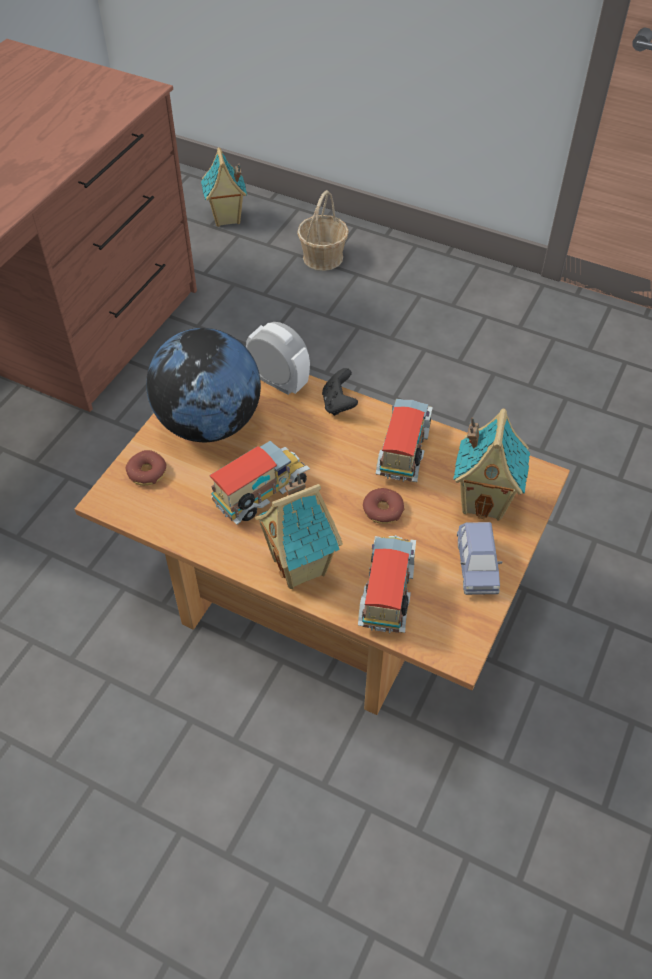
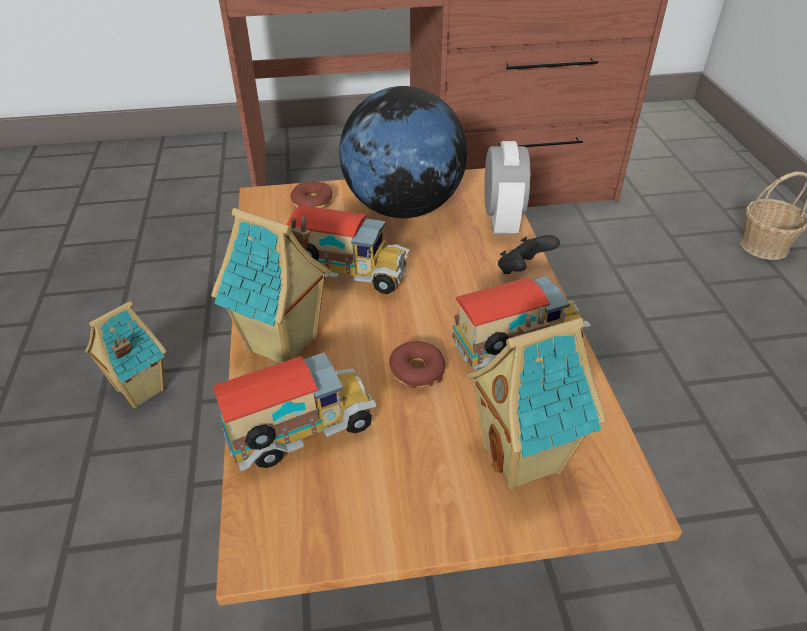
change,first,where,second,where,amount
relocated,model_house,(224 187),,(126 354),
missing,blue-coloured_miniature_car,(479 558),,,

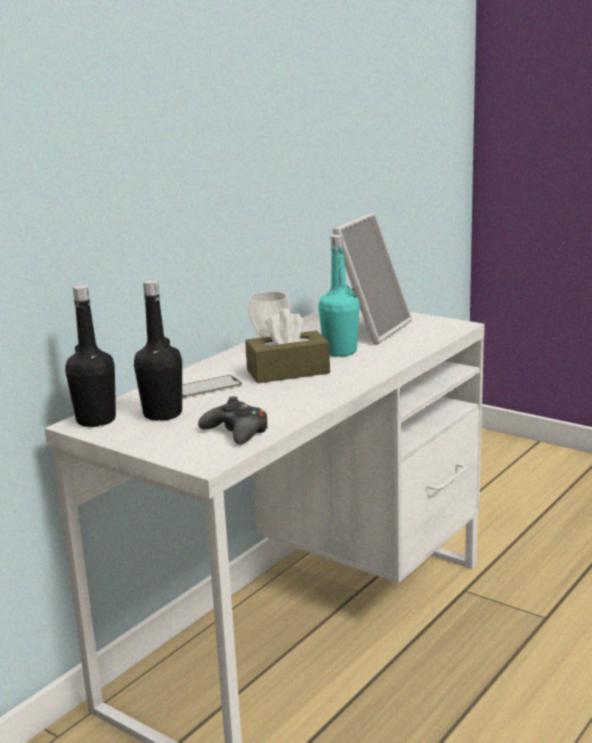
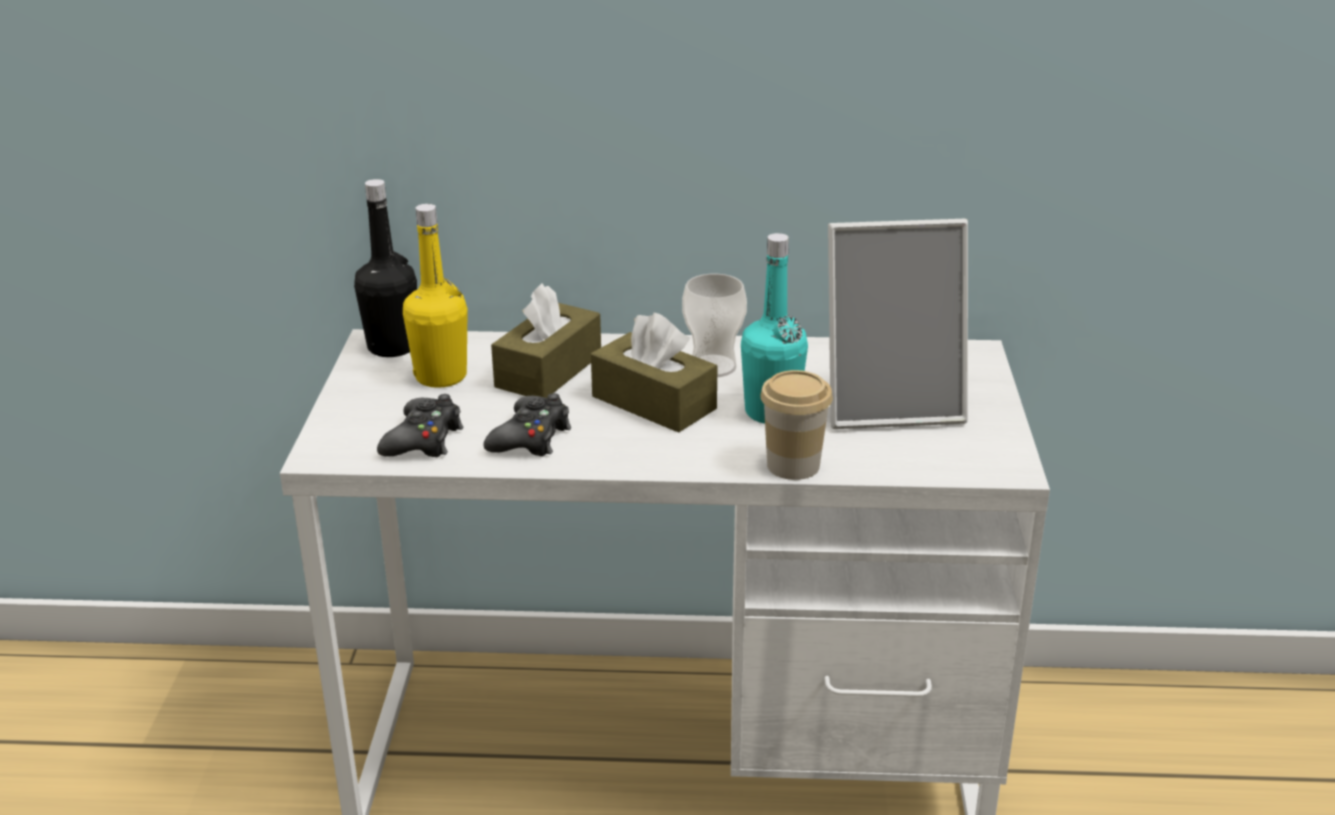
change,first,where,second,where,amount
colour,black-coloured_beverage_bottle,(158 350),yellowish_beverage_bottle,(435 296),
appeared,,,black-coloured_joypad,(527 424),
exchanged,telephone,(212 386),brownish_box_of_tissues,(546 340),
appeared,,,cup,(796 425),

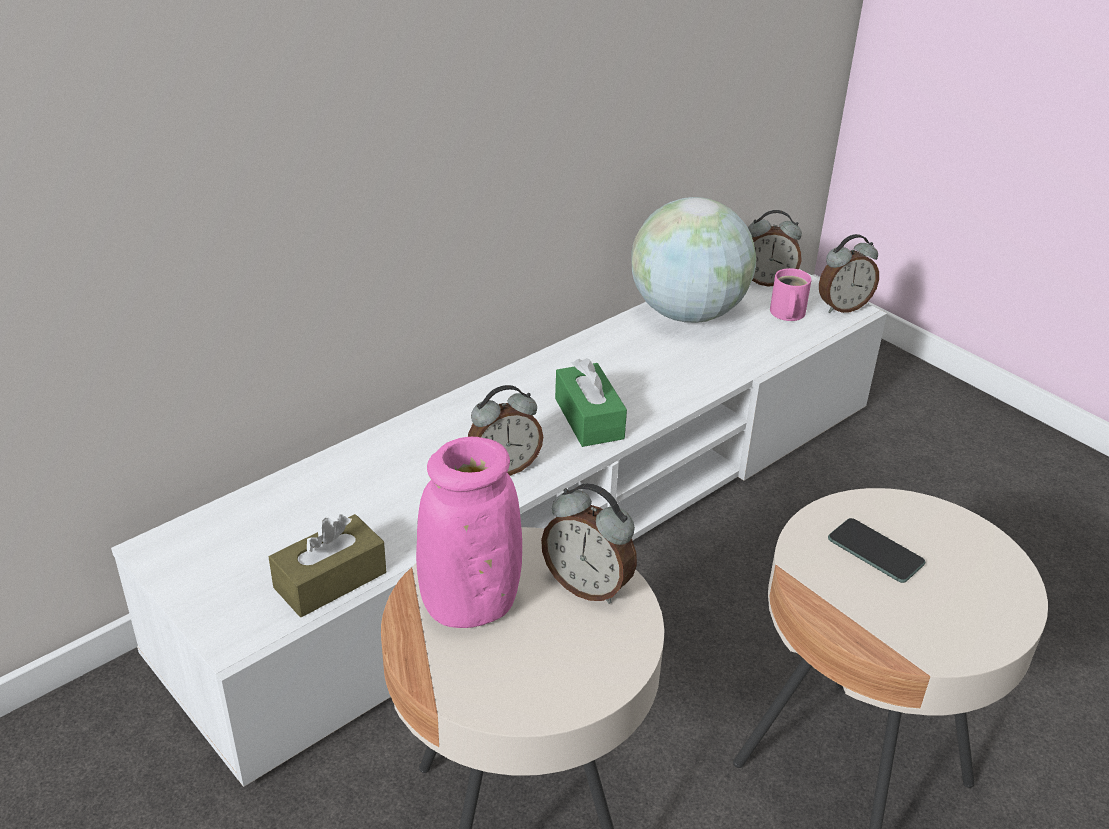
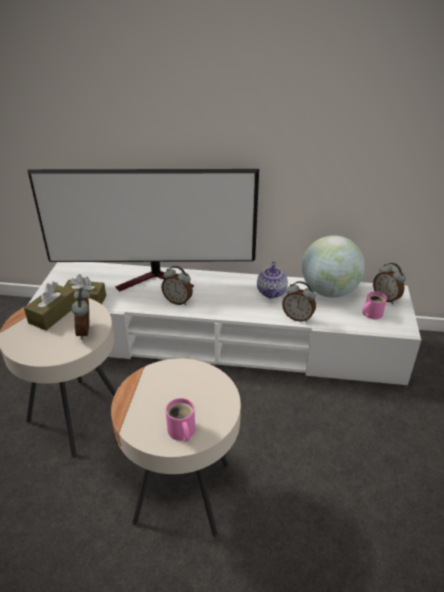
change,first,where,second,where,amount
exchanged,pinkish_flower_vase,(469 532),brownish_box_of_tissues,(50 306),
appeared,,,TV_set,(143 230),
appeared,,,pinkish_coffee_mug,(180 420),
appeared,,,pot_for_tea,(272 280),
relocated,table_clock,(849 273),,(299 301),
missing,green-coloured_box_of_tissues,(591 402),,,
missing,telephone,(876 550),,,

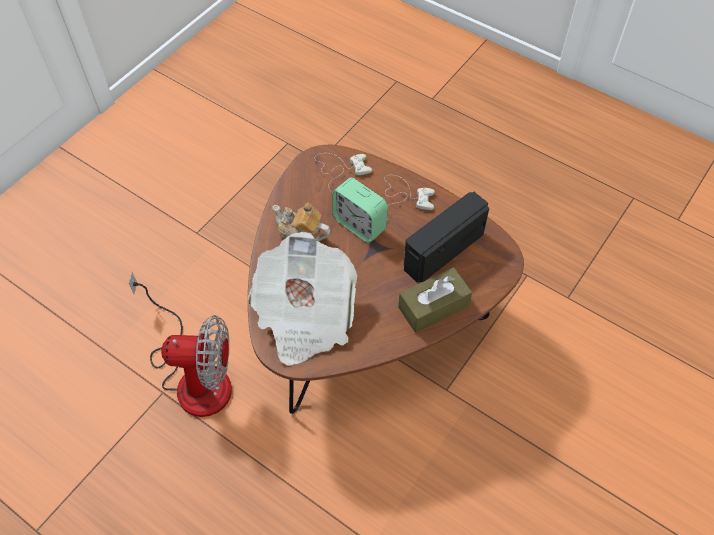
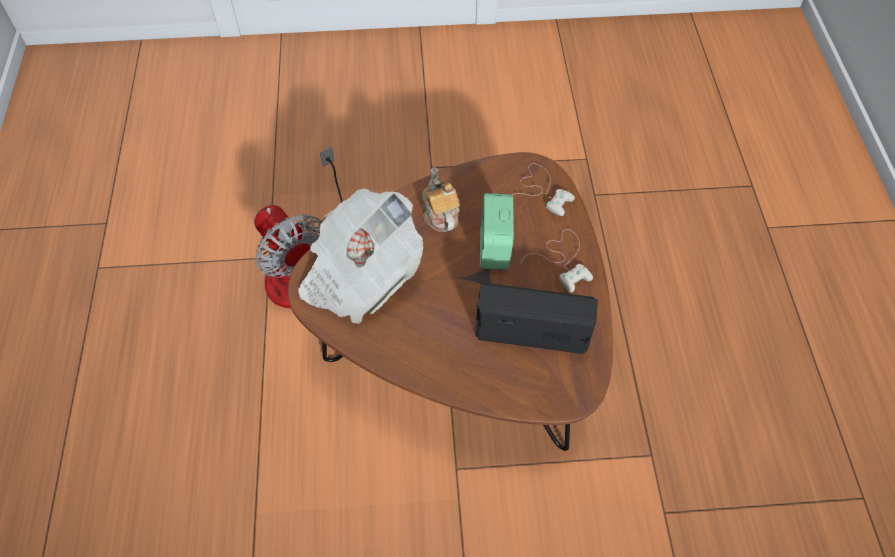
change,first,where,second,where,amount
missing,brownish_box_of_tissues,(435 300),,,

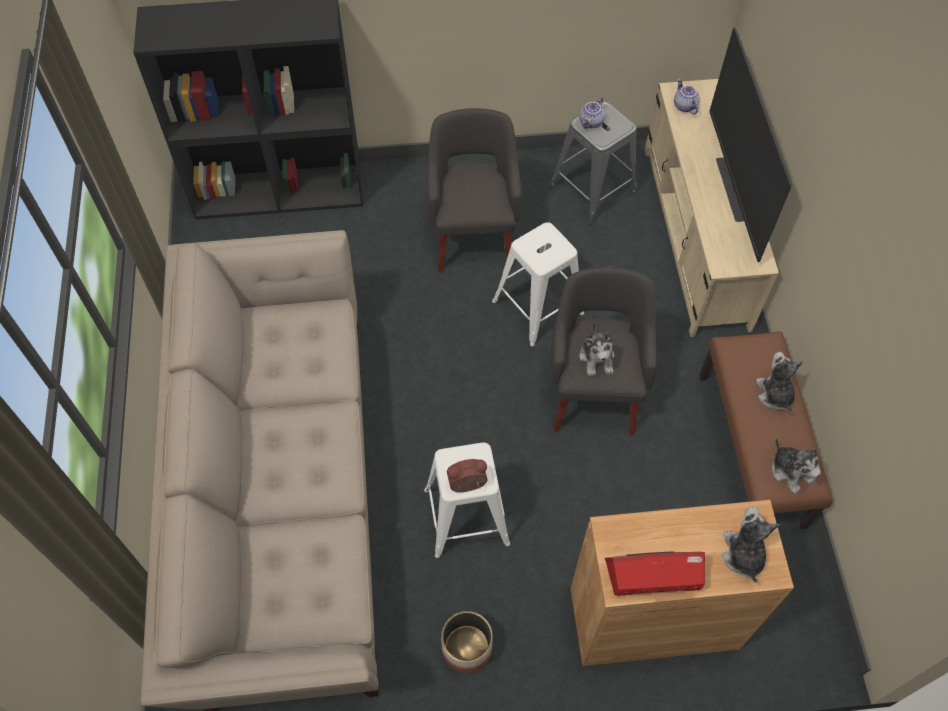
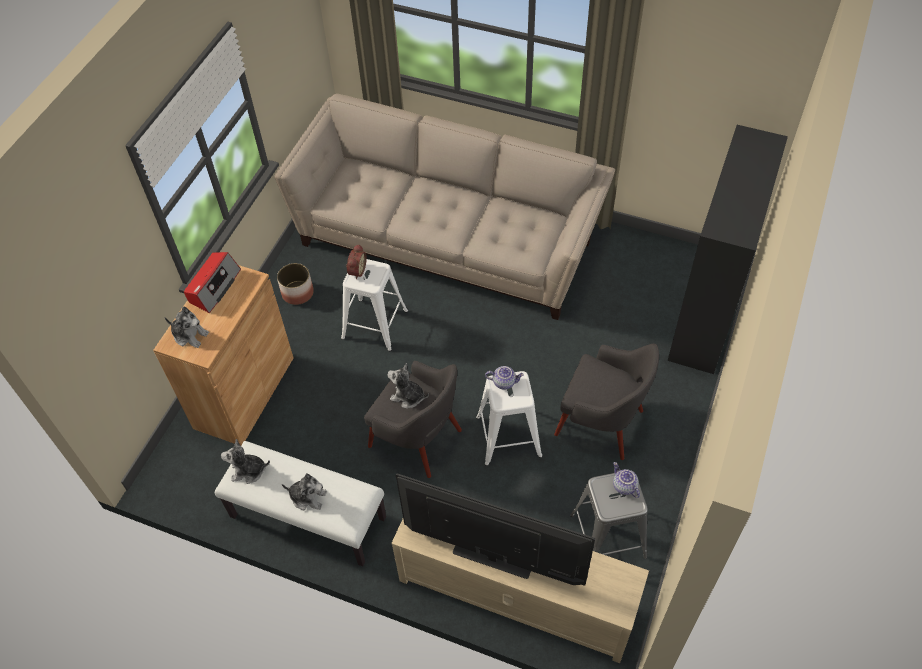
change,first,where,second,where,amount
colour,brownish_long_seat,(766 430),whitish_long_seat,(300 503),
relocated,pot_for_tea,(687 96),,(504 378),

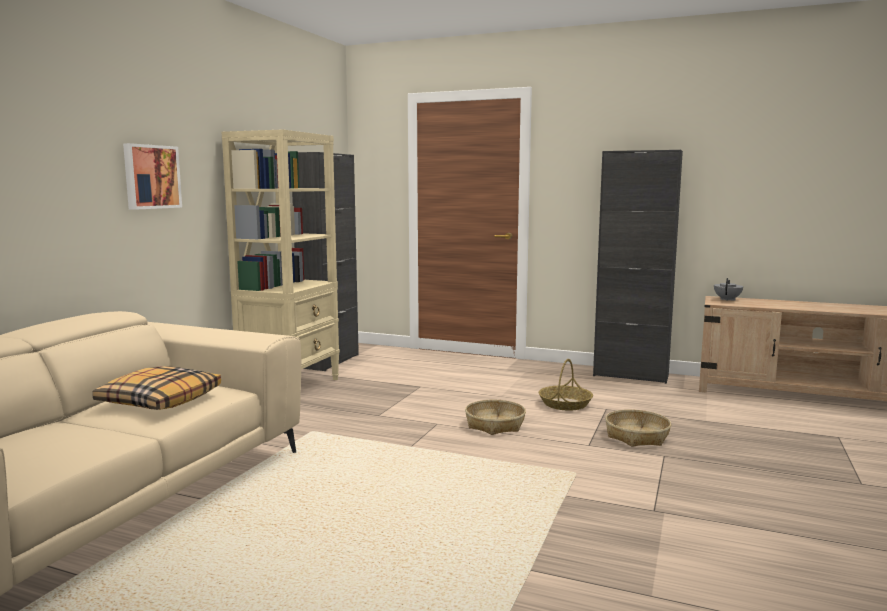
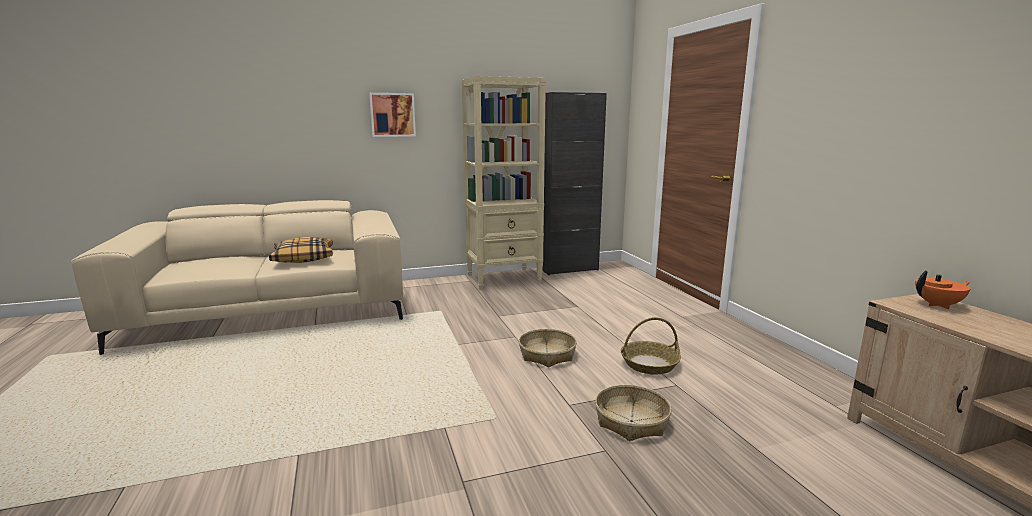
change,first,where,second,where,amount
colour,grey_pot_for_tea,(728 289),orangey_pot_for_tea,(943 290),
missing,black-coloured_cabinet,(638 267),,,

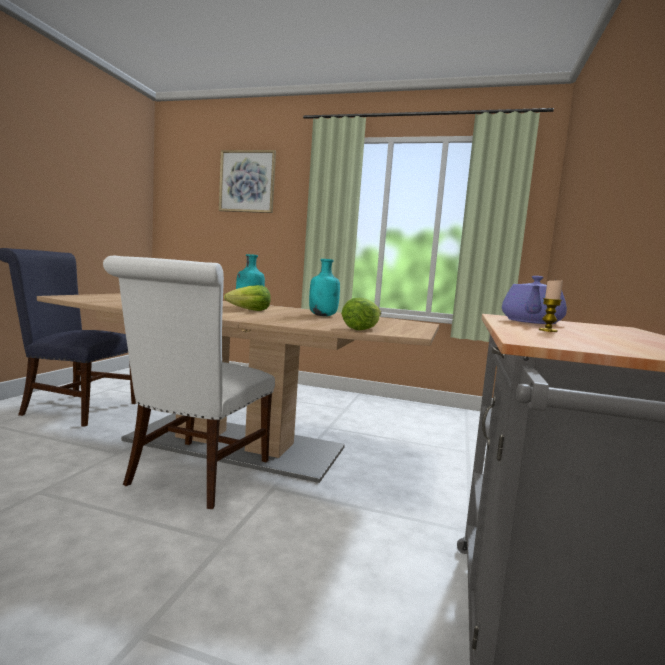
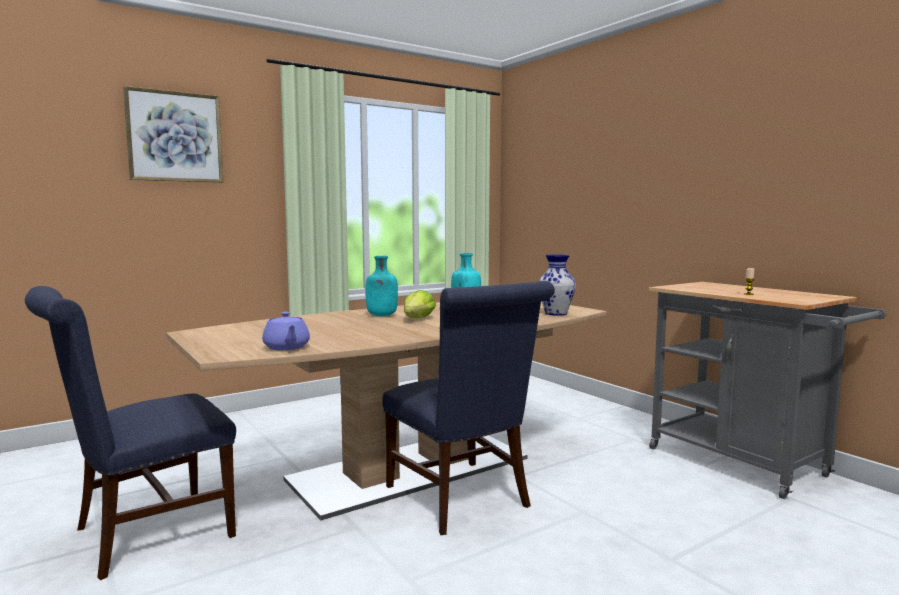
change,first,where,second,where,amount
relocated,purple_pot_for_tea,(534 300),,(286 331),
colour,whitish_chair,(189 382),blue-coloured_chair,(468 408),
exchanged,head_of_lettuce,(361 314),flower_vase,(557 285),

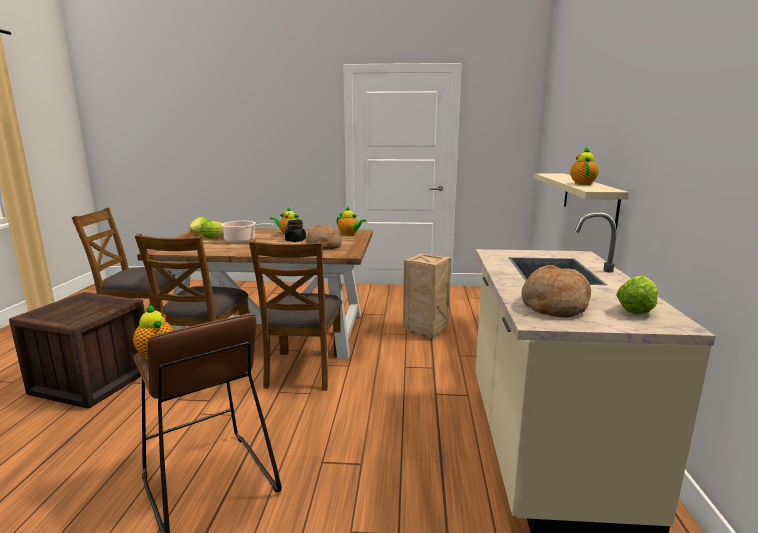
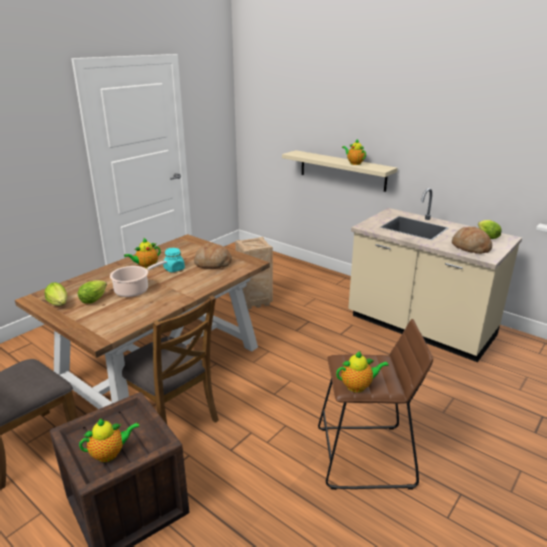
change,first,where,second,where,amount
relocated,pot_for_tea,(351 221),,(109 440),
colour,black-coloured_storage_jar,(295 231),blue-green_storage_jar,(174 260),
missing,brownish_chair,(295 315),,,

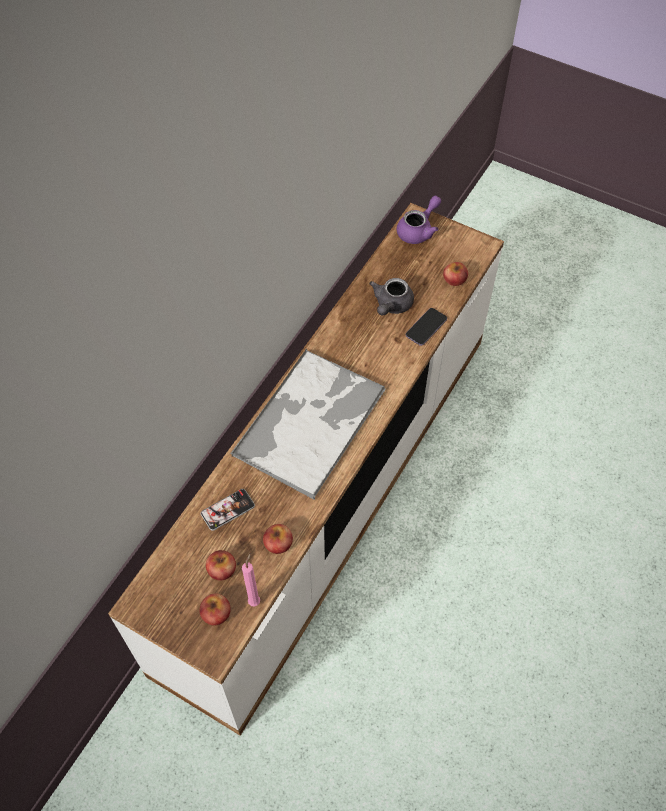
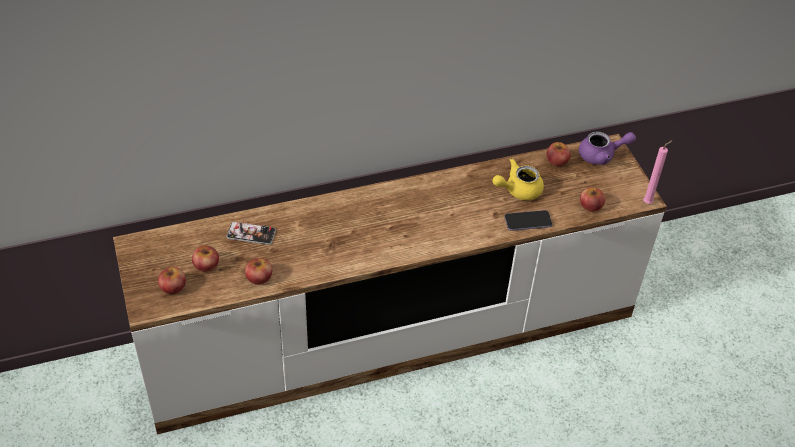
change,first,where,second,where,amount
colour,grey_pot_for_tea,(391 297),yellowish_pot_for_tea,(518 179),
appeared,,,apple,(558 154),
relocated,pinkish_wax_light,(251 580),,(658 172),
missing,serving_tray,(308 424),,,

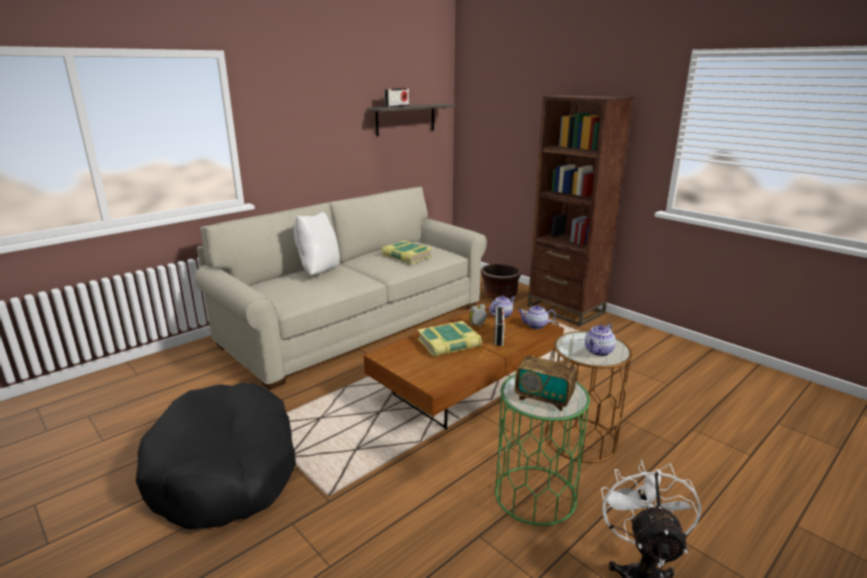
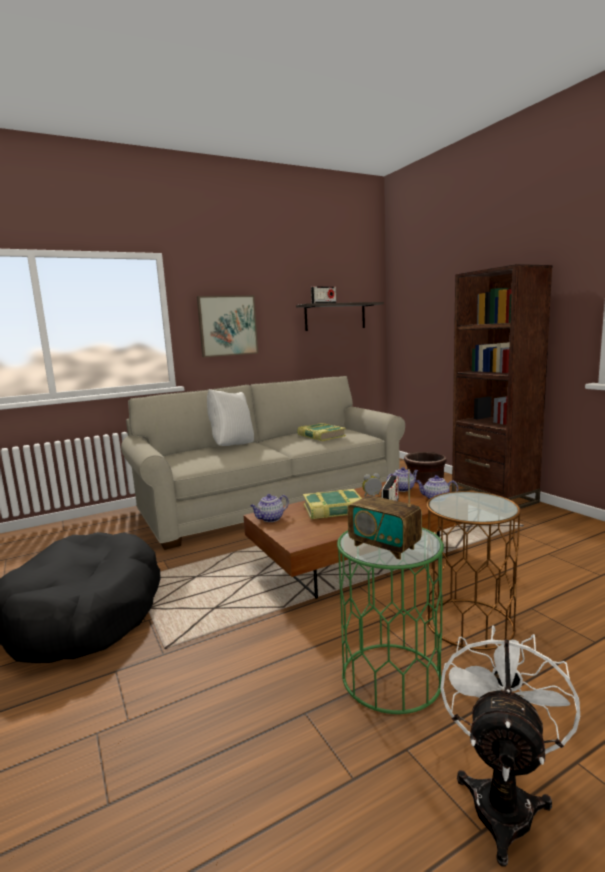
change,first,where,second,where,amount
appeared,,,wall_picture,(227 326),
relocated,pot_for_tea,(600 340),,(269 508),

